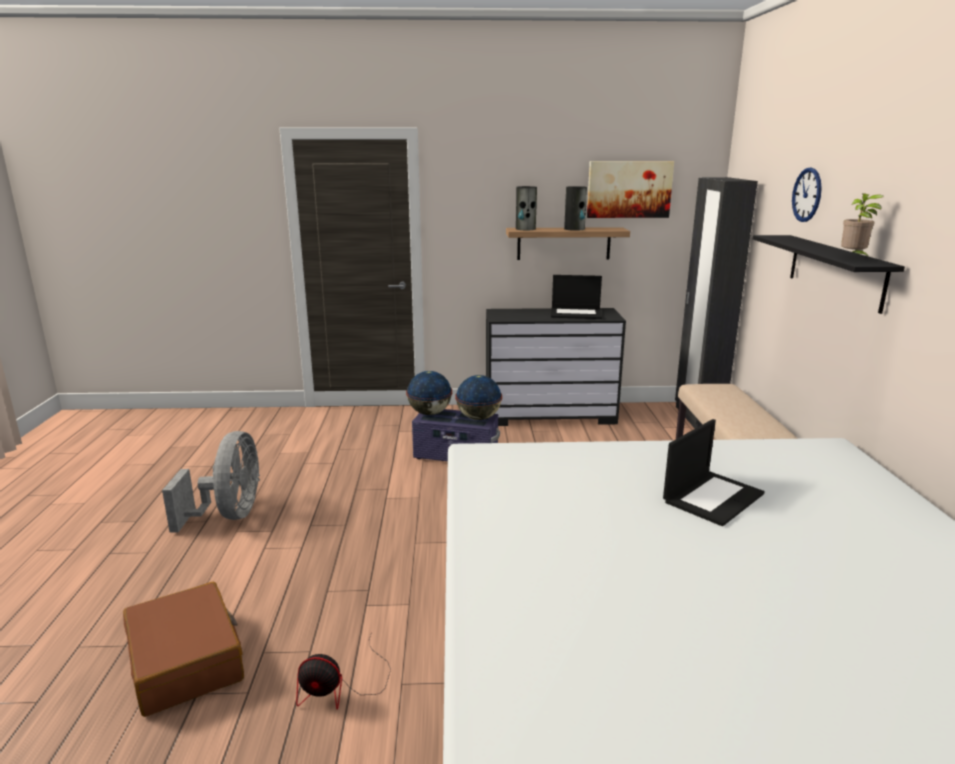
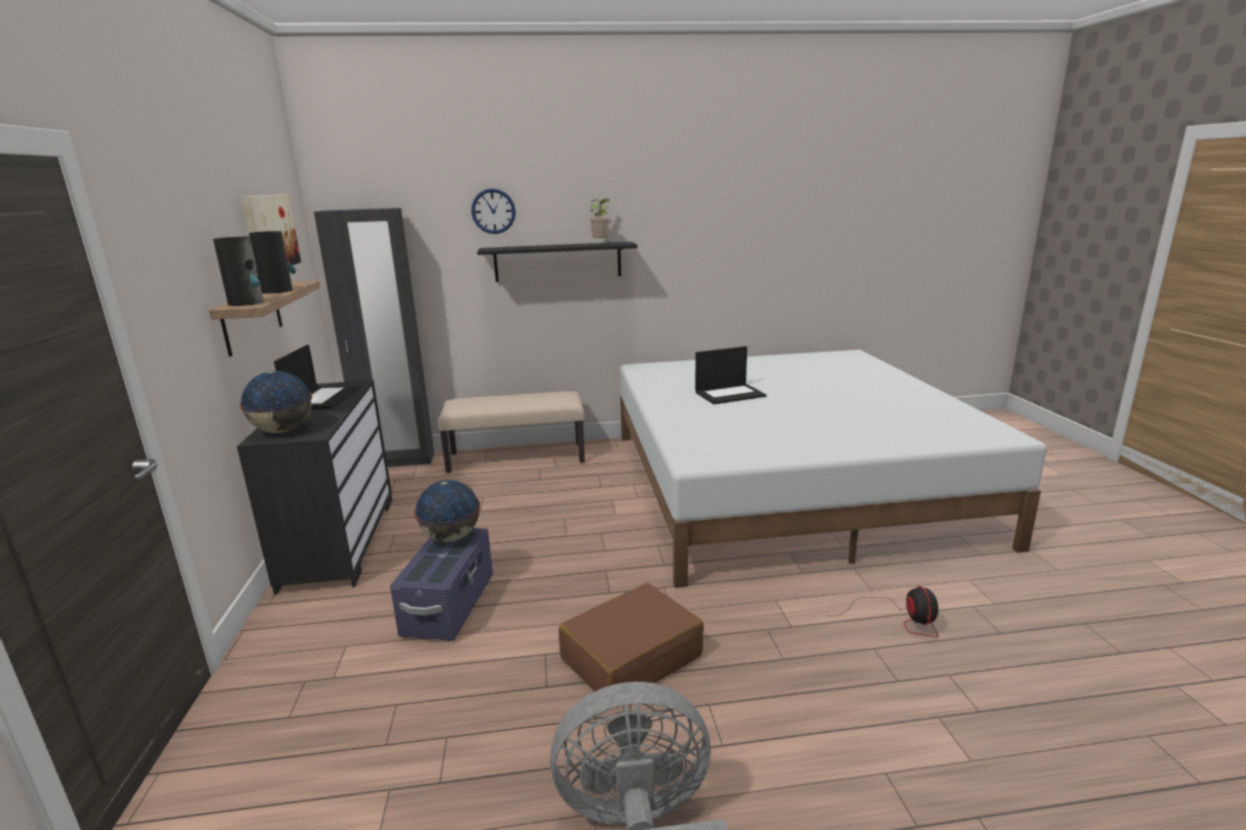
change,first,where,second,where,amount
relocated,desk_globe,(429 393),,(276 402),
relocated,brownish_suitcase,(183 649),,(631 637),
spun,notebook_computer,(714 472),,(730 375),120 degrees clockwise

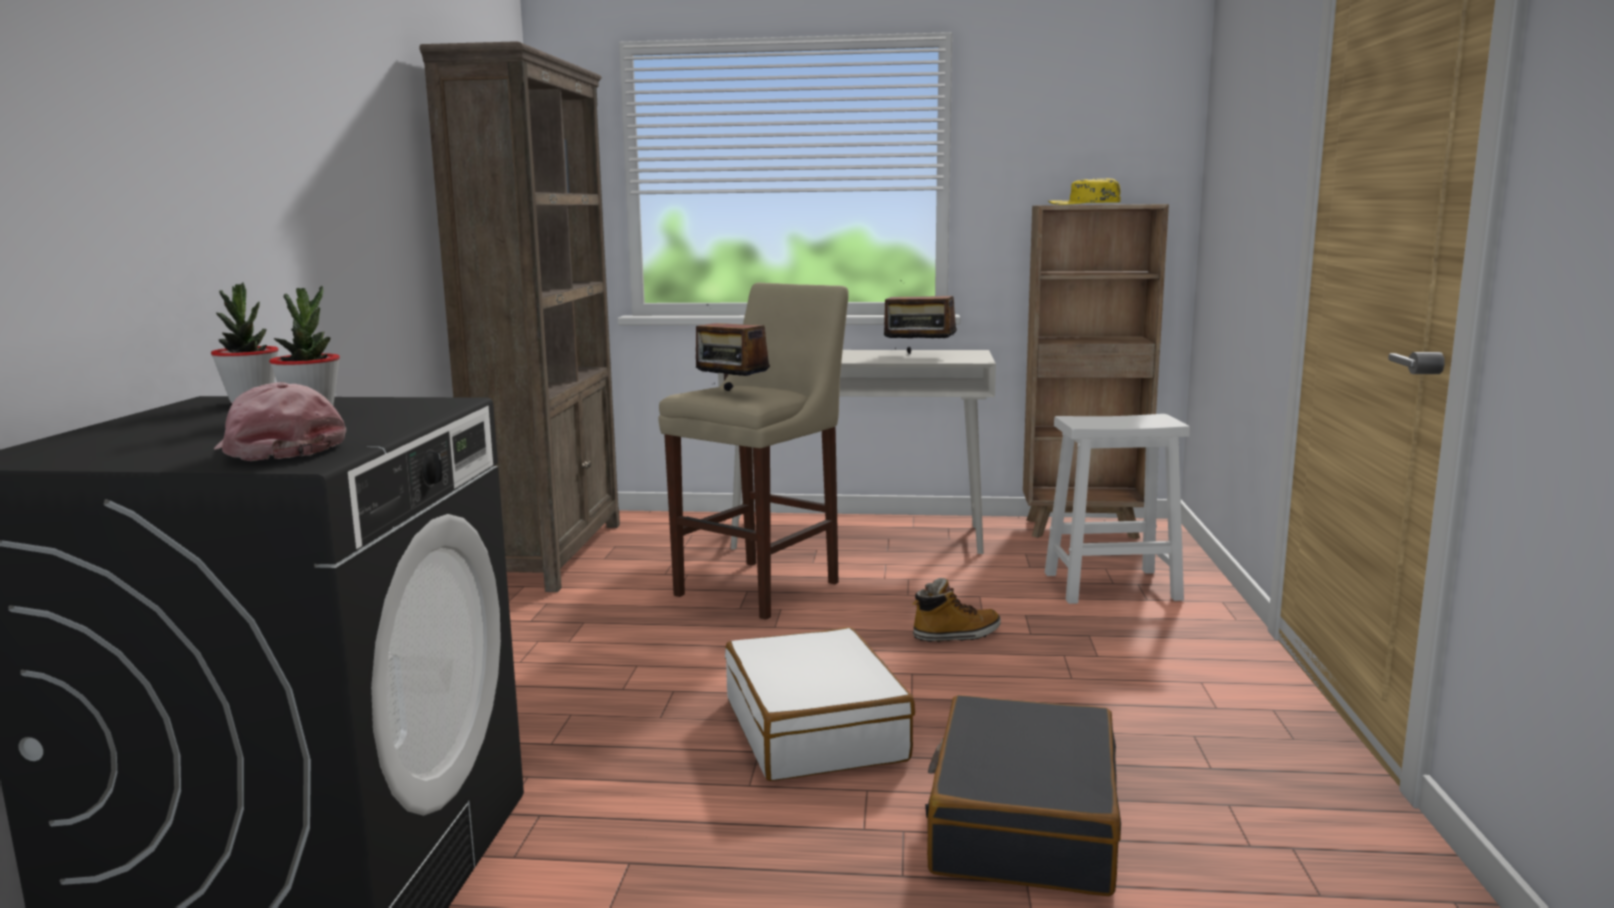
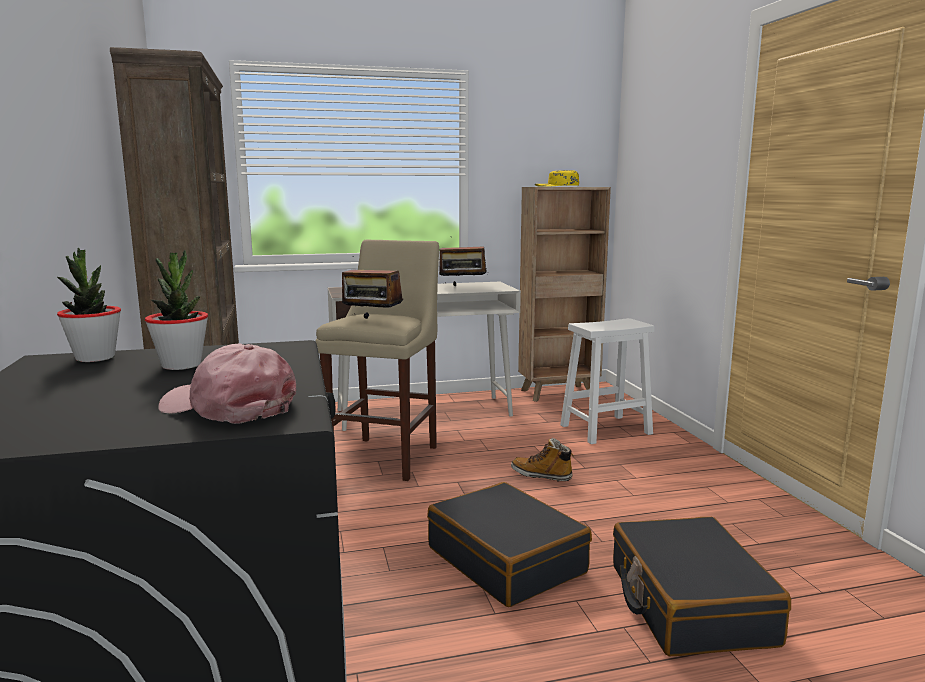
change,first,where,second,where,amount
colour,whitish_suitcase,(820 704),black-coloured_suitcase,(509 544),
spun,high-top_boot,(957 610),,(542 460),120 degrees counterclockwise

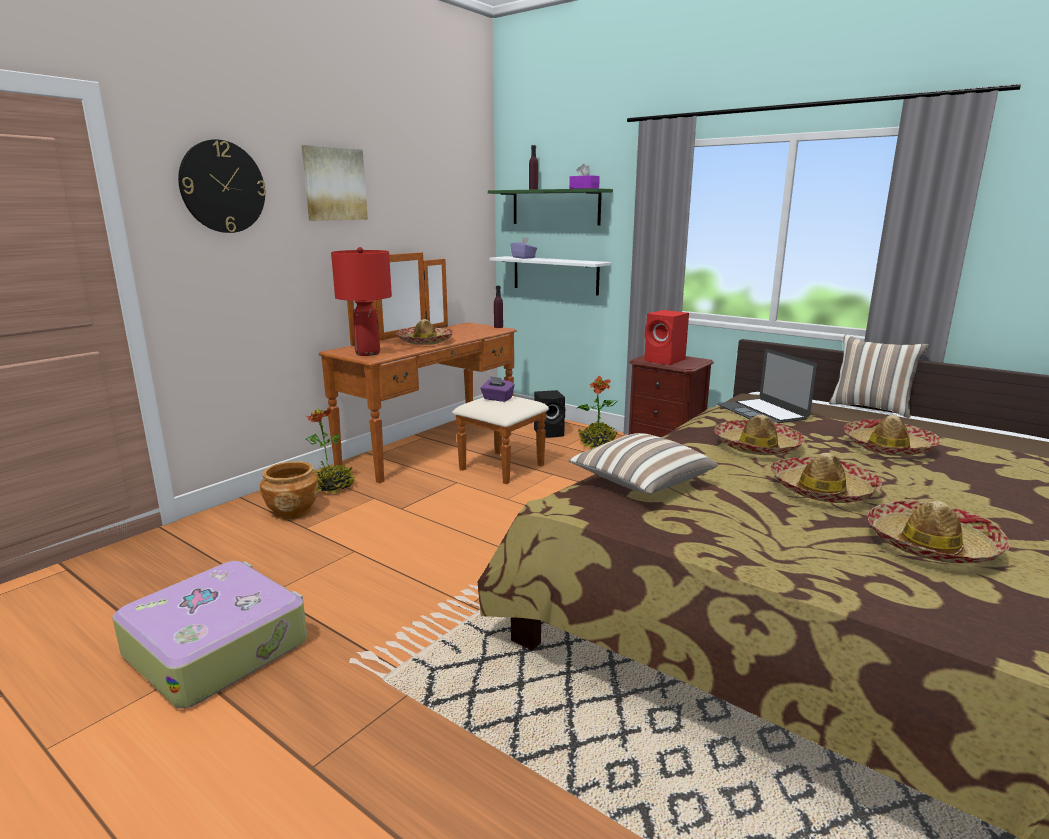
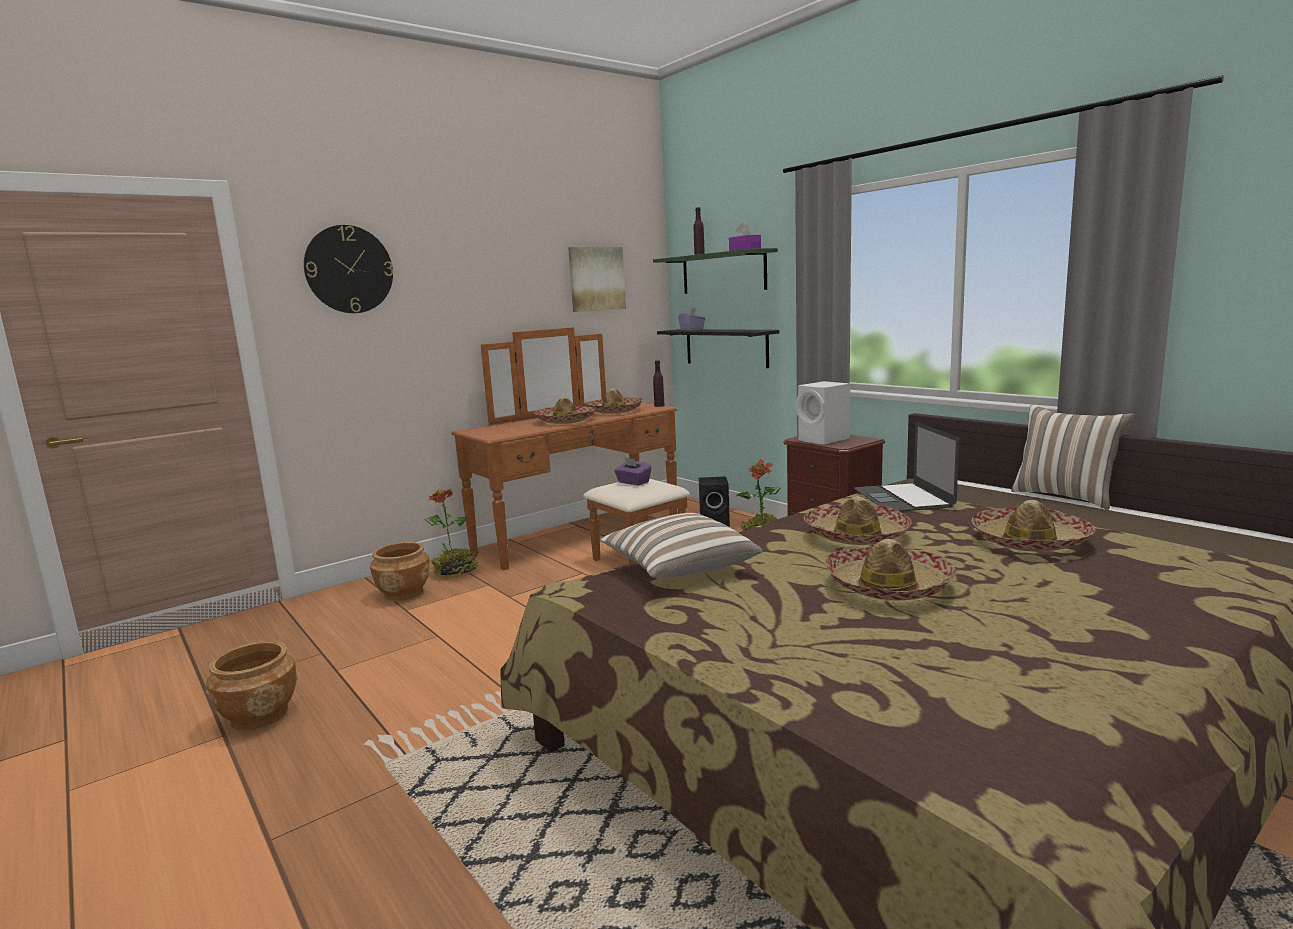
change,first,where,second,where,amount
exchanged,suitcase,(209 634),brownish_plant_pot,(252 686),
relocated,wall_picture,(335 183),,(597 279),
relocated,wearable_hat,(938 532),,(614 401),
colour,whitish_bracket_shelf,(550 276),black-coloured_bracket_shelf,(718 348),
colour,red-coloured_audio_speaker,(666 337),whitish_audio_speaker,(823 413),
missing,red-coloured_lamp_for_a_table,(361 301),,,

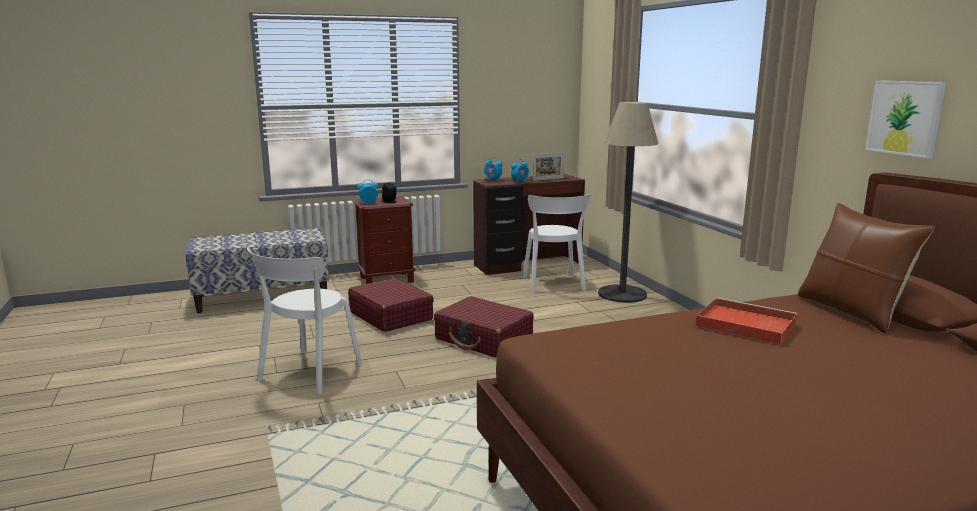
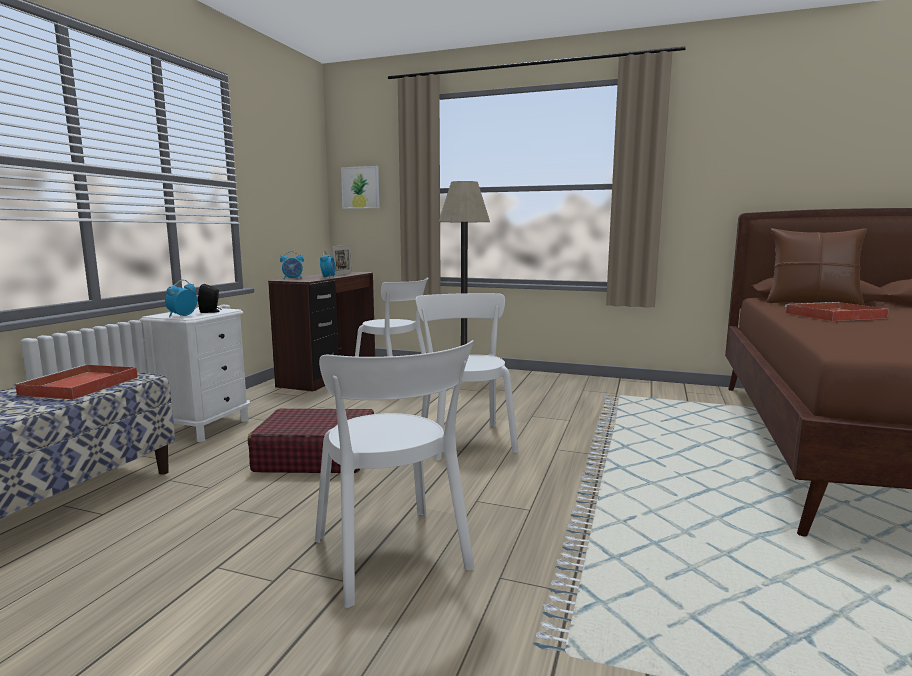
change,first,where,second,where,amount
appeared,,,red-coloured_serving_tray,(75 382),
colour,brownish_nightstand,(385 240),whitish_nightstand,(195 374),
relocated,wall_picture,(905 119),,(360 187),
exchanged,red-coloured_suitcase,(484 326),whitish_chair,(467 377),

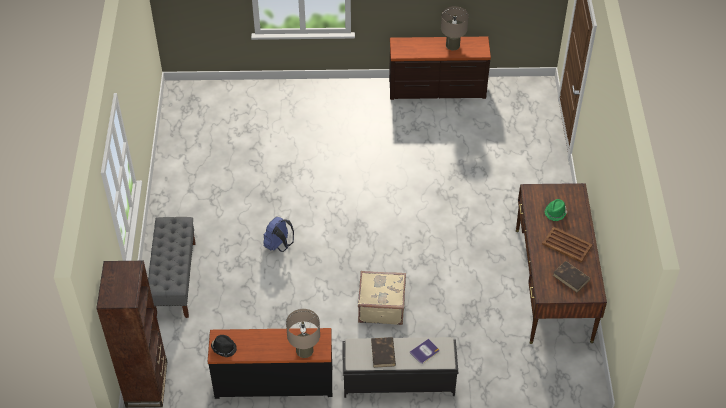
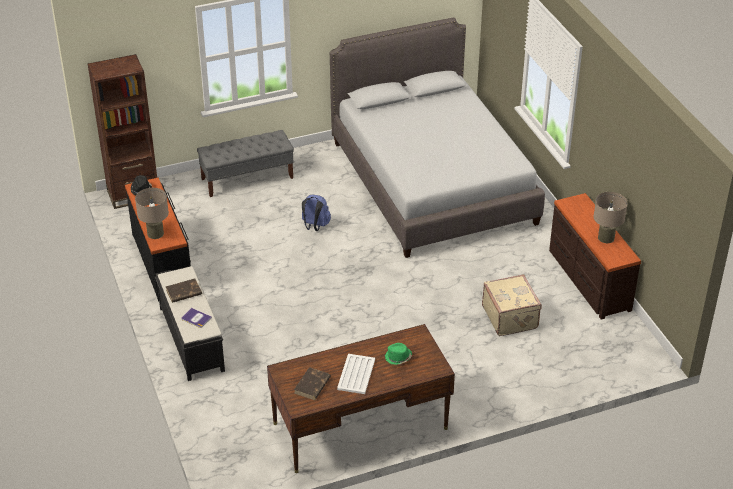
change,first,where,second,where,amount
appeared,,,grey_sleeping_bed,(437 138),
colour,brownish_serving_tray,(567 244),whitish_serving_tray,(356 374),
relocated,beige-coloured_suitcase,(382 298),,(512 305),

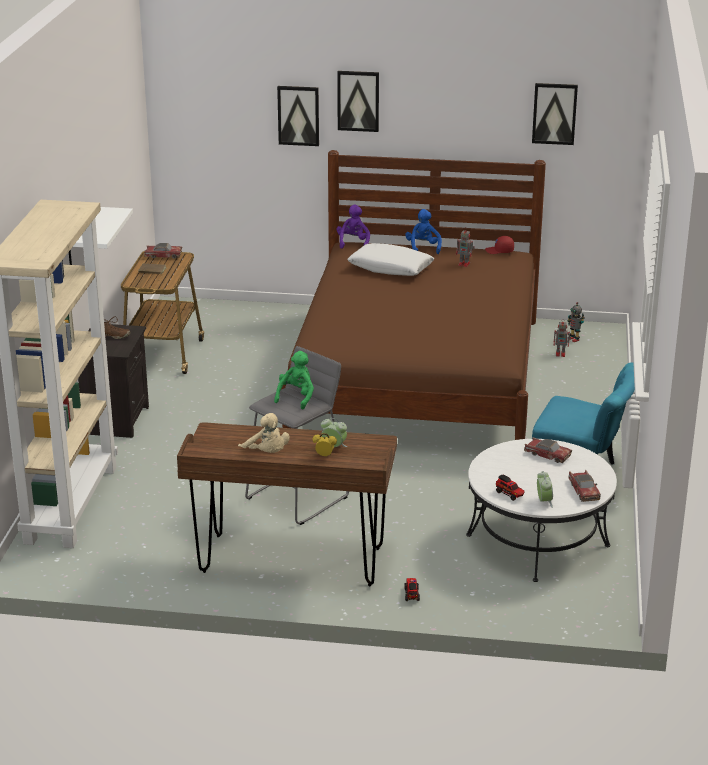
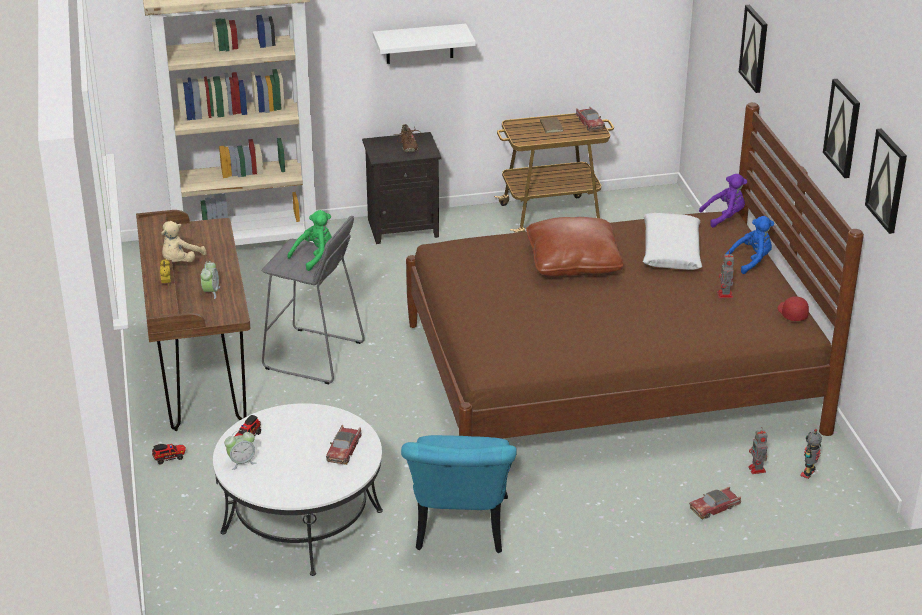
change,first,where,second,where,amount
spun,green-coloured_plush_toy,(294 380),,(309 240),45 degrees counterclockwise
appeared,,,brownish_cushion,(575 246),
relocated,miniature_car,(584 486),,(715 503),
relocated,wall_picture,(358 101),,(841 128),

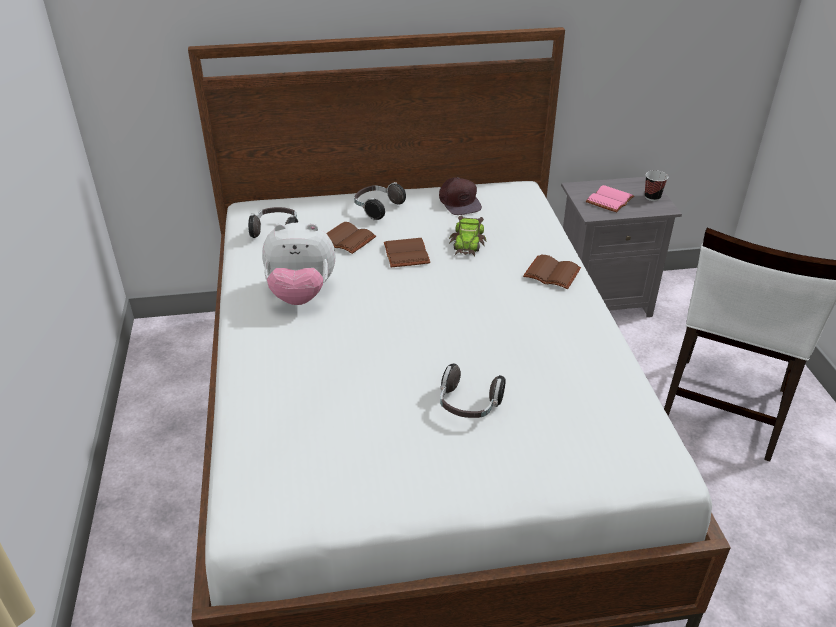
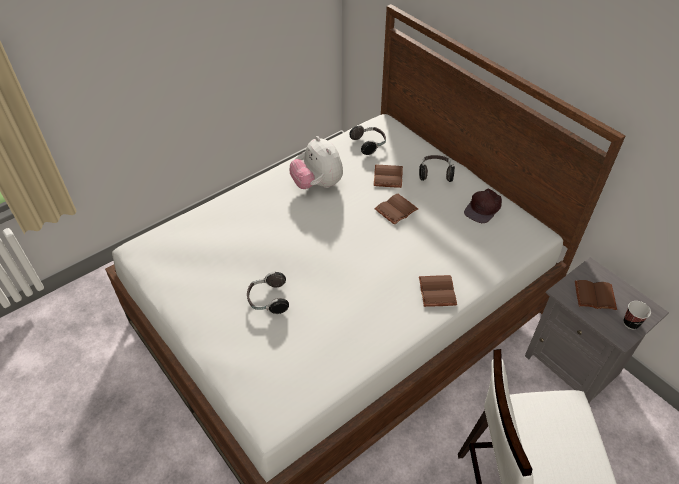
change,first,where,second,where,amount
colour,pinkish_bound_book,(610 198),brownish_bound_book,(596 295),
missing,miniature_car,(468 236),,,

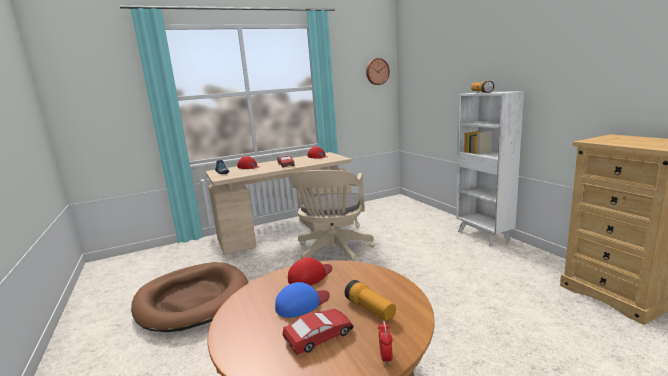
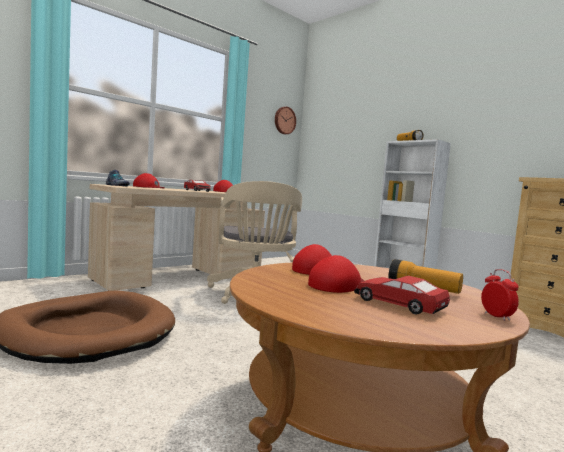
change,first,where,second,where,amount
colour,blue-coloured_baseball_cap,(302 300),red-coloured_baseball_cap,(336 274),
spun,miniature_car,(318 332),,(402 295),90 degrees counterclockwise

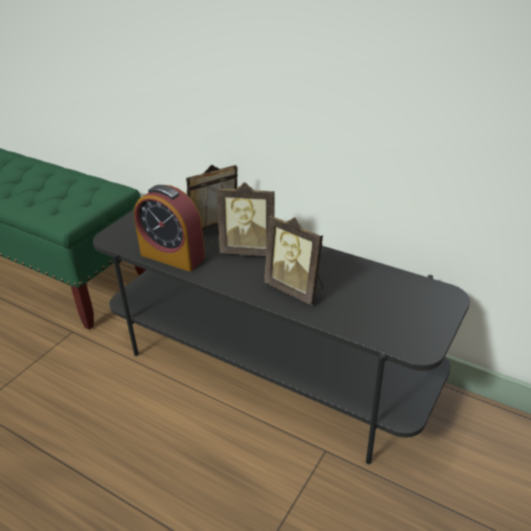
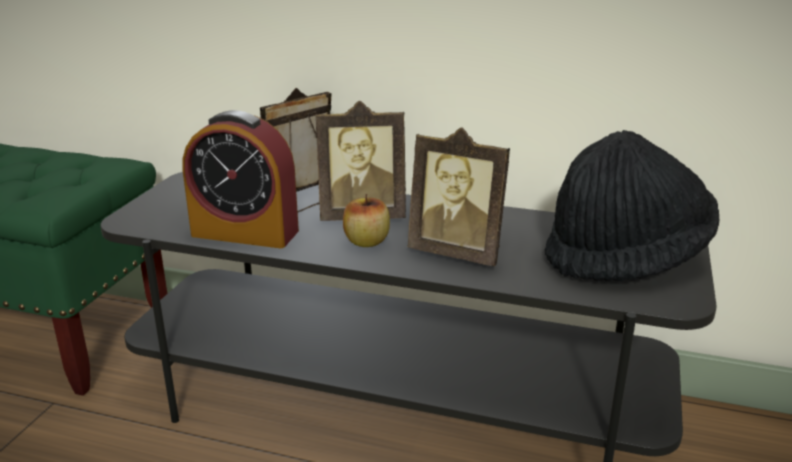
change,first,where,second,where,amount
appeared,,,apple,(366 220),
appeared,,,black-coloured_wearable_hat,(632 205),

